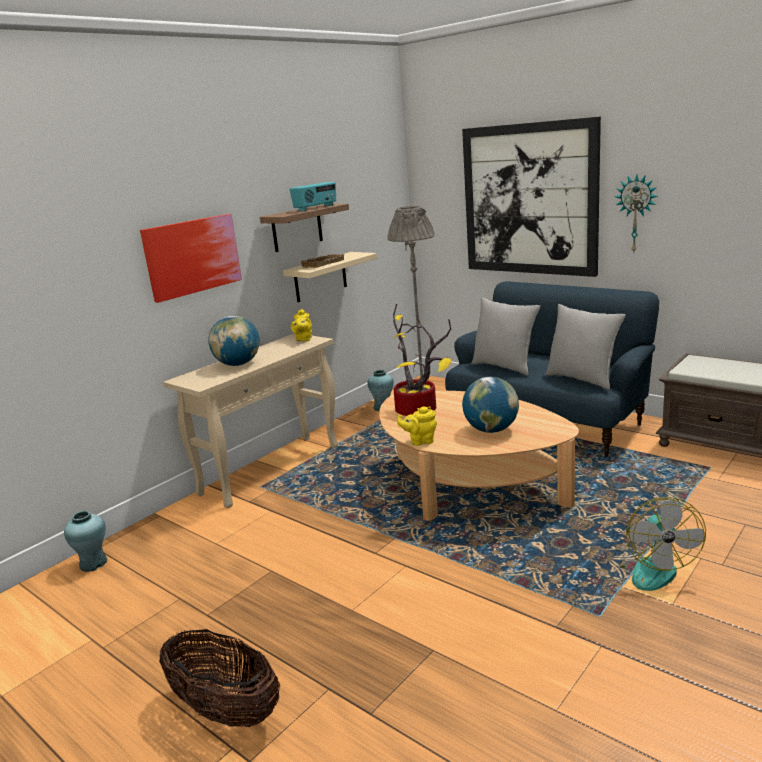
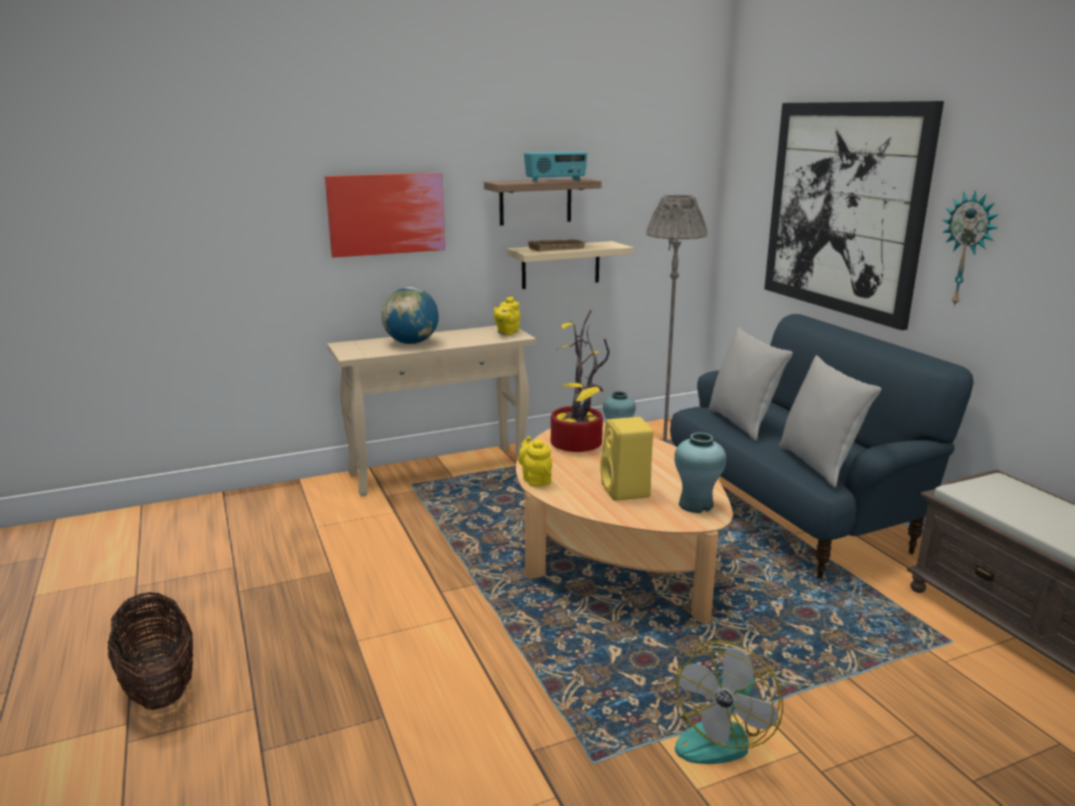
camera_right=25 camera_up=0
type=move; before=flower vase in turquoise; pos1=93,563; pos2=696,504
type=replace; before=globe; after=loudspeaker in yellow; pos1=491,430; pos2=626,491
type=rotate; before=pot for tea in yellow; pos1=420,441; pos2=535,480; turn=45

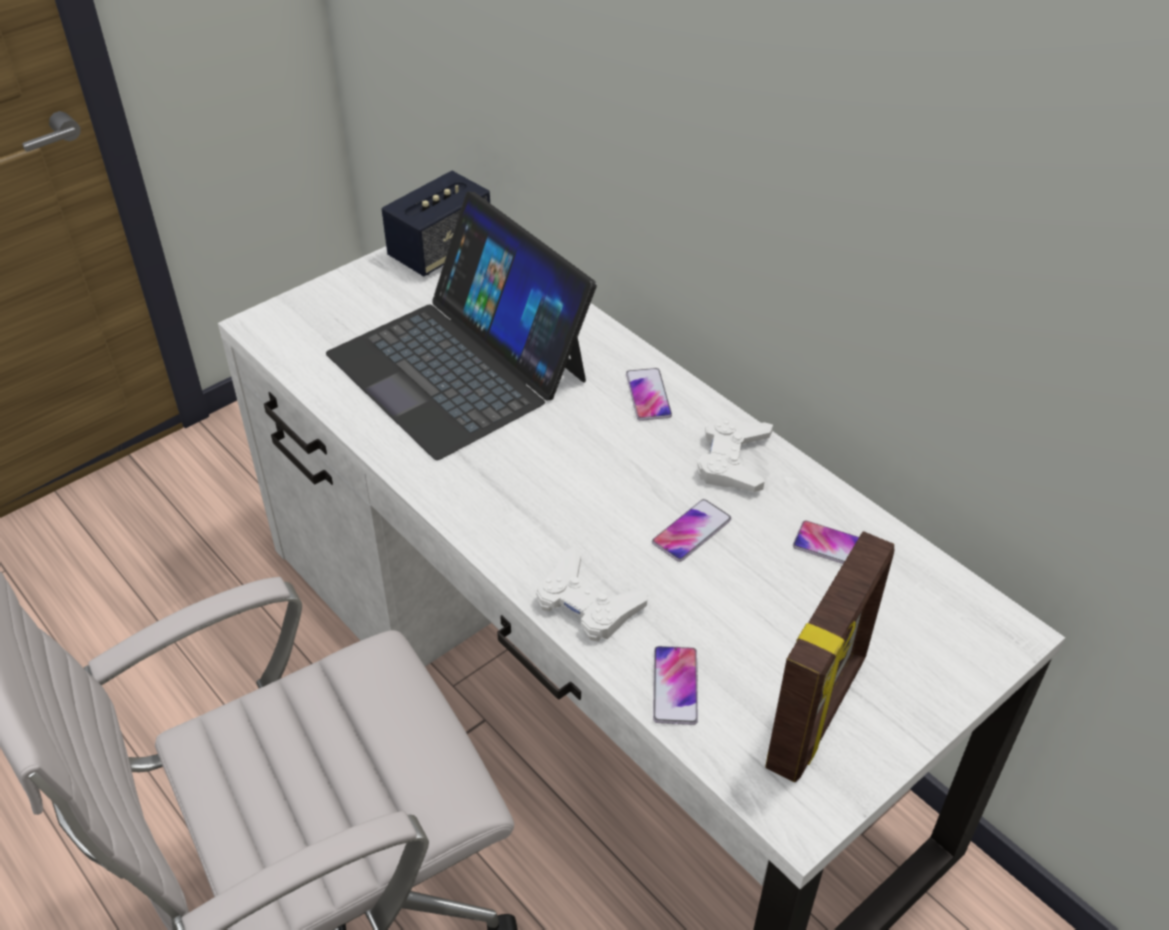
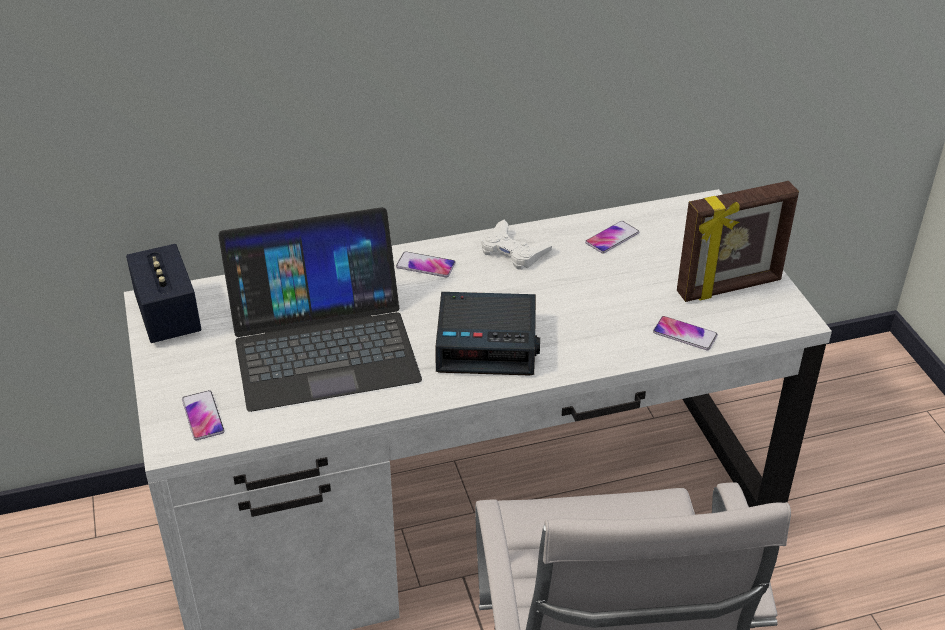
camera_right=-65 camera_up=-5
type=delete; before=game controller in whitish; pos1=587,603
type=insert; after=bedside clock; pos2=488,343
type=move; before=phone; pos1=691,531; pos2=203,416
type=rotate; before=picture frame; pos1=819,713; pos2=729,288; turn=105

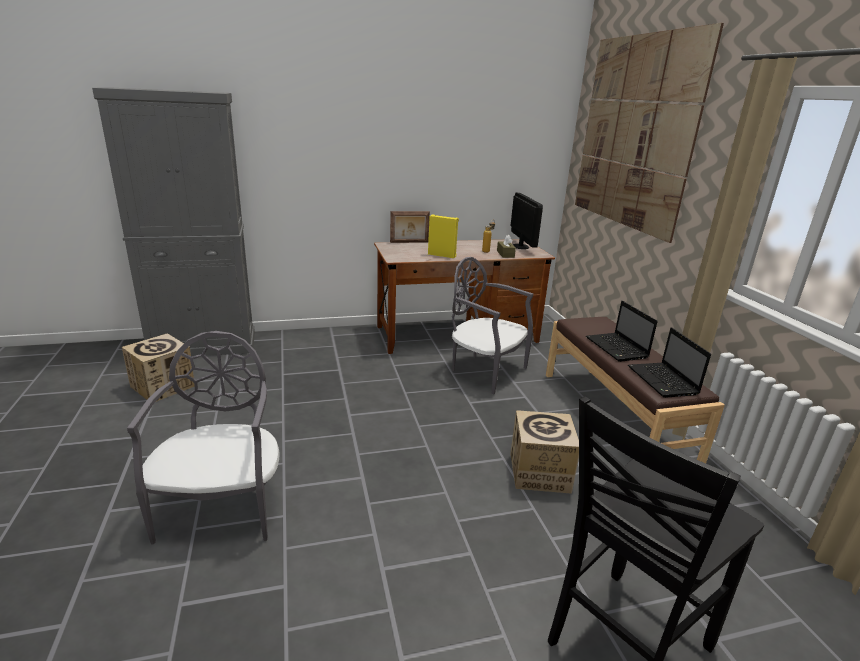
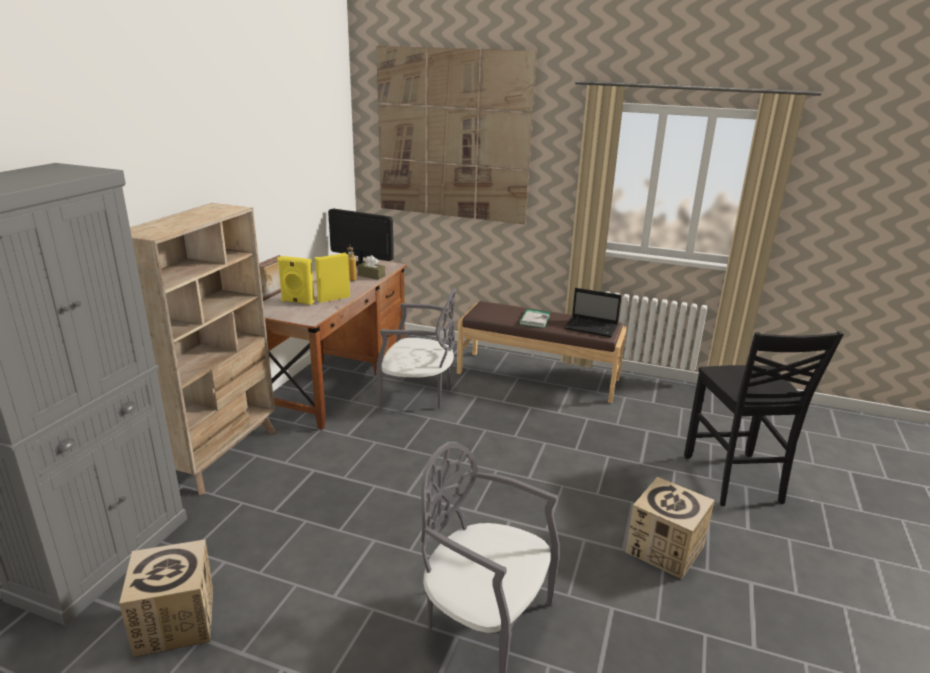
camera_right=-55 camera_up=0
type=insert; after=bookshelf in beige; pos2=223,455
type=insert; after=loudspeaker in yellow; pos2=297,302
type=move; before=cardboard box; pos1=539,472; pos2=664,549
type=replace; before=laptop; after=volume; pos1=617,348; pos2=534,320
type=rotate; before=upright chair in gray; pos1=485,371; pos2=418,395; turn=-150

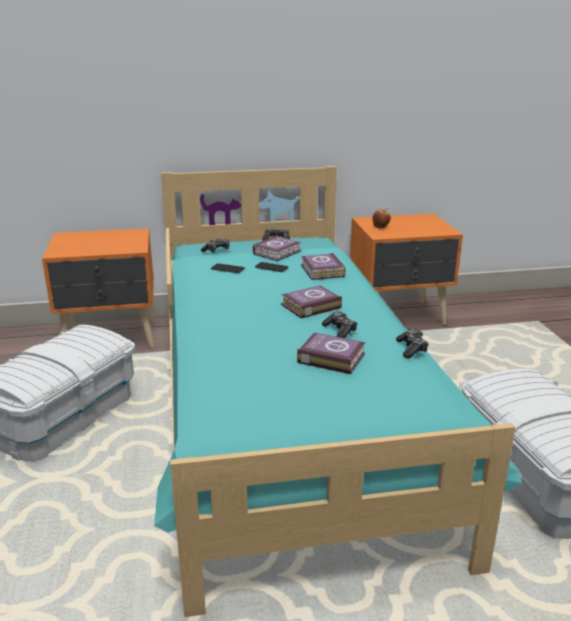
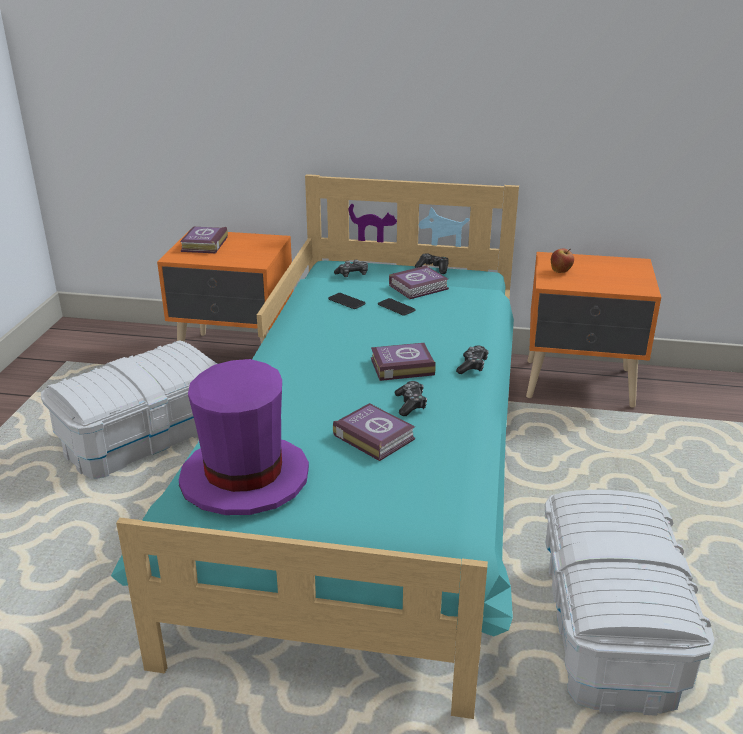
camera_right=20 camera_up=5
type=insert; after=hat in purple; pos2=244,478
type=move; before=volume; pos1=321,271; pos2=203,245
type=move; before=game controller; pos1=411,349; pos2=472,366

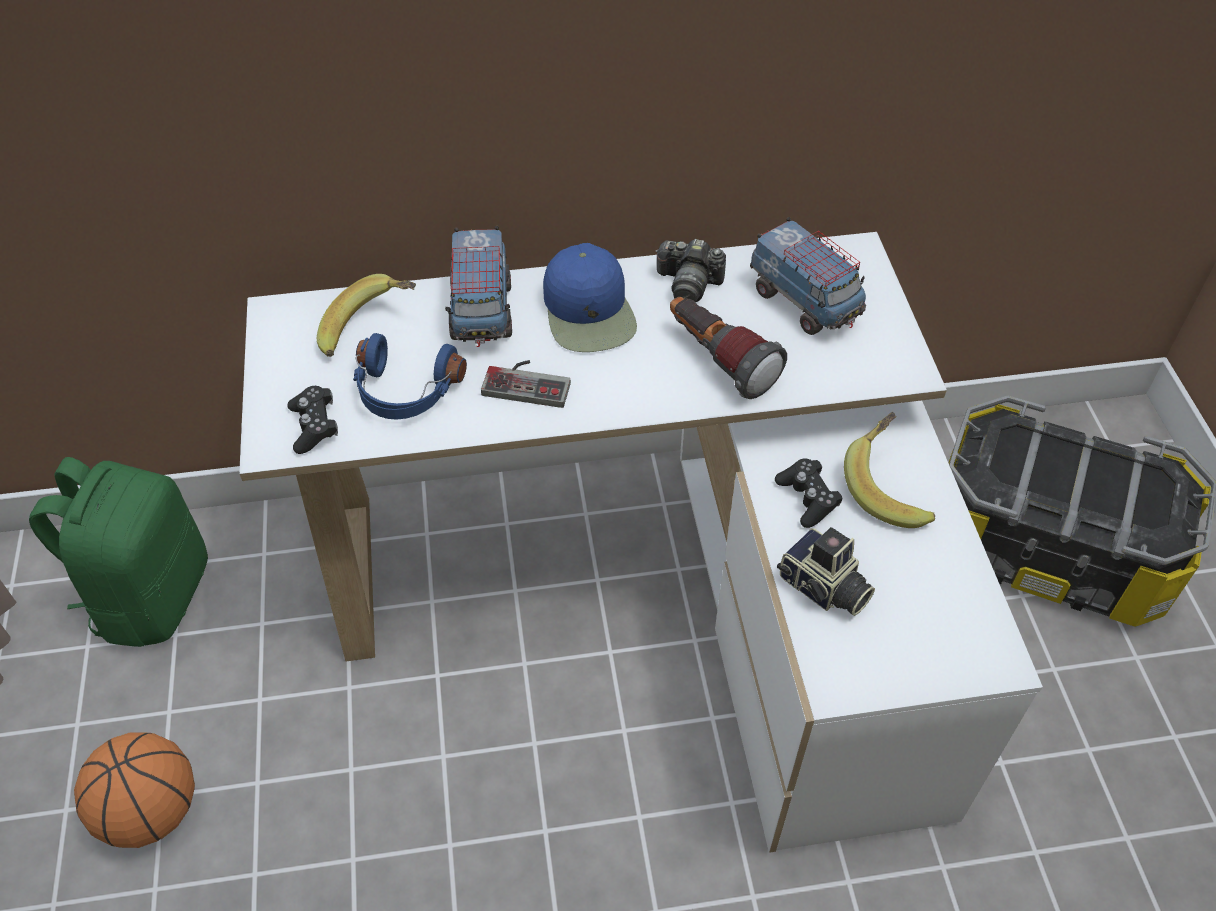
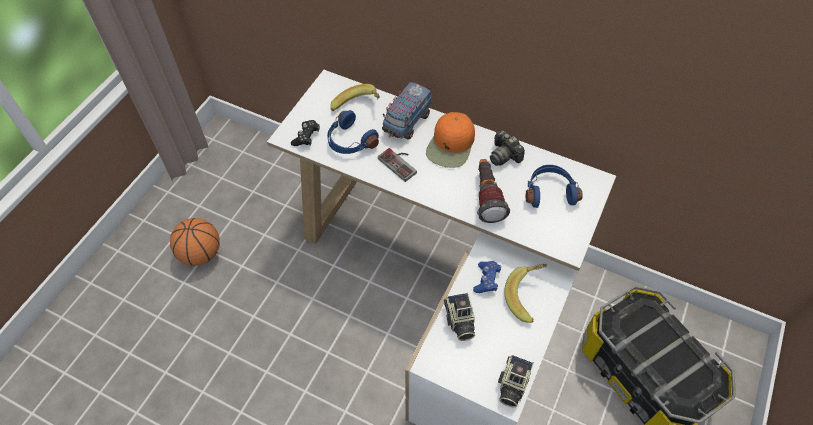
camera_right=35 camera_up=5
type=delete; before=rucksack in green-coloured; pos1=151,595
type=insert; after=photo camera; pos2=512,385
type=replace; before=toy lorry; after=headphones in bluish; pos1=804,302; pos2=549,191
type=recolor; before=peaked cap in bluish; after=peaked cap in orangey; pos1=589,311; pos2=451,145
type=recolor; before=game controller in black; after=game controller in bluish; pos1=807,498; pos2=486,280

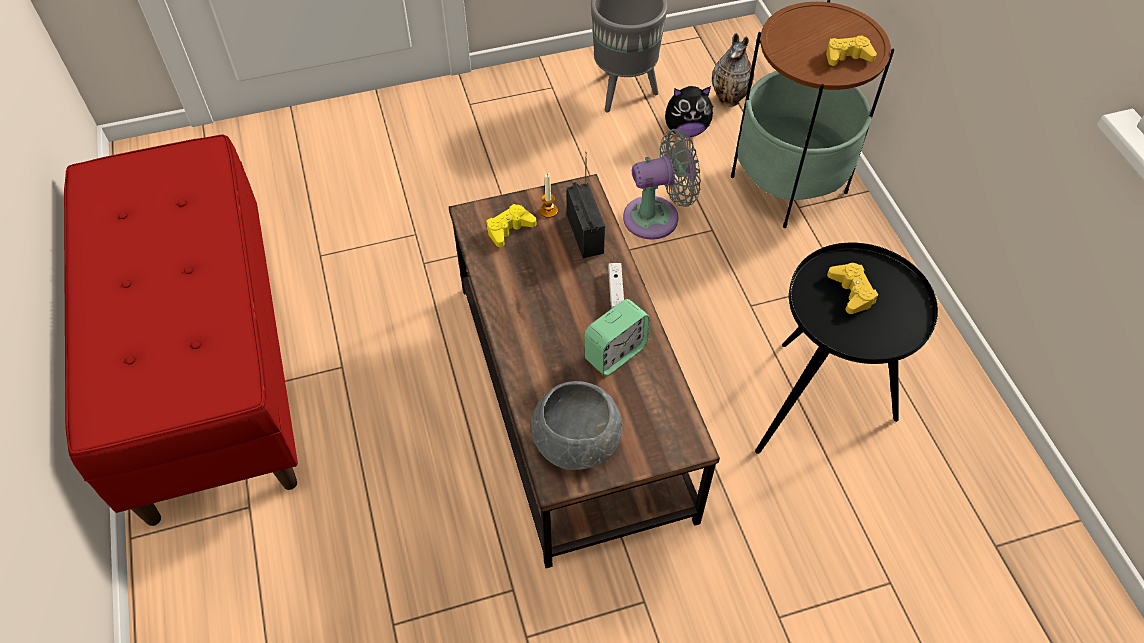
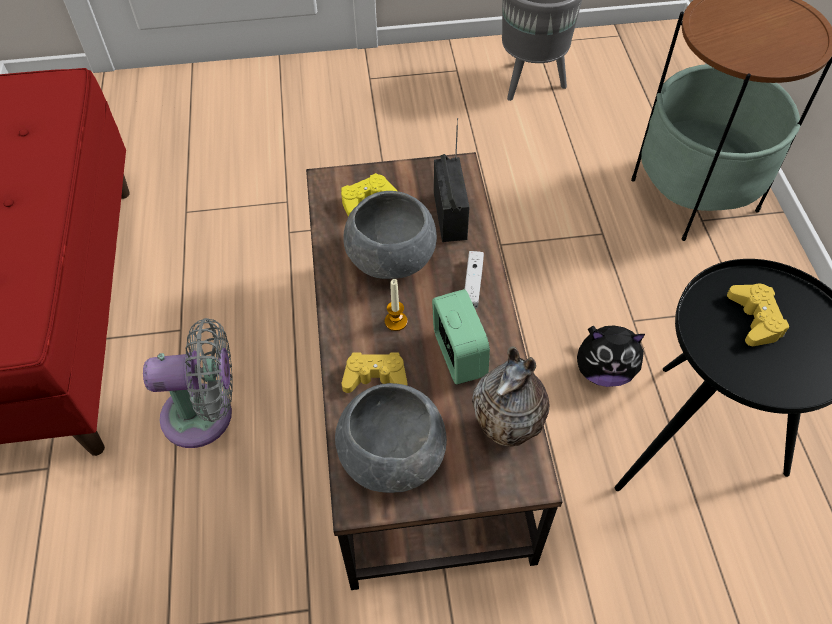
camera_right=10 camera_up=0
type=insert; after=bowl in gray; pos2=391,258
type=move; before=candle; pos1=548,211; pos2=396,321
type=move; before=fan in gray; pos1=657,217; pos2=205,415
type=move; before=plush toy; pos1=686,130; pos2=603,371
type=move; before=flower vase; pos1=730,100; pos2=508,431
type=move; before=game controller in yellow; pos1=847,56; pos2=375,377
type=rotate; before=bedside clock; pos1=615,353; pos2=459,355; turn=-75

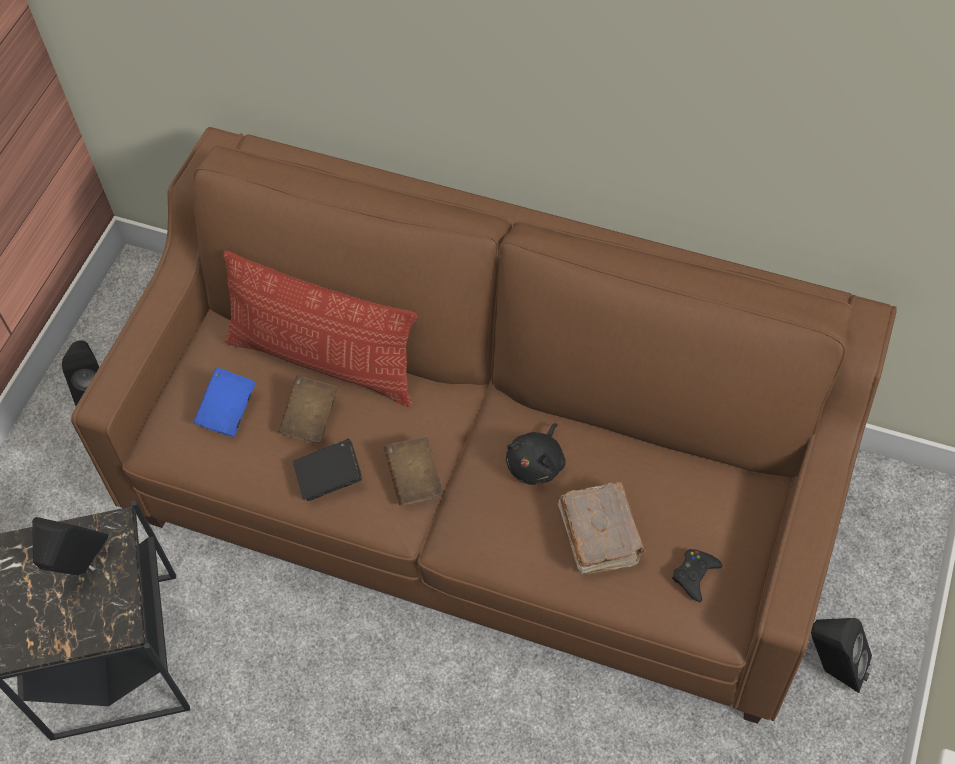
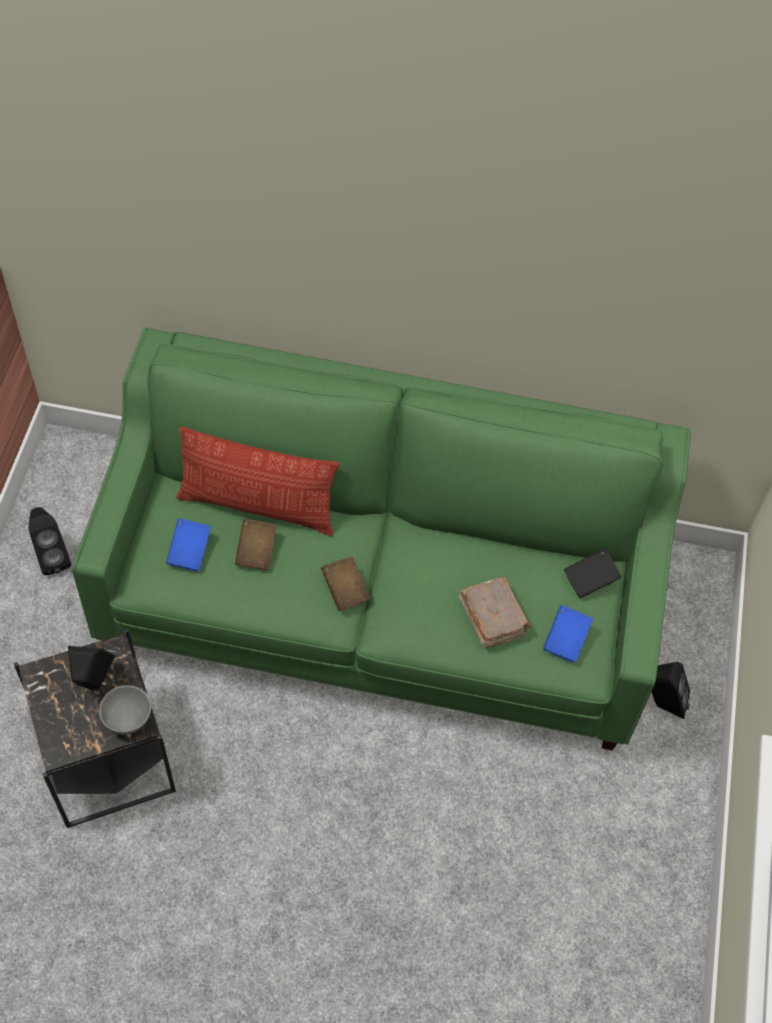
camera_right=-15 camera_up=0
type=delete; before=plush toy in black; pos1=537,464
type=insert; after=bowl in gray; pos2=129,719
type=move; before=volume in black; pos1=329,478; pos2=590,580
type=replace; before=game controller in black; after=volume in bluish; pos1=695,575; pos2=566,640
type=recolor; before=sofa in brown; after=sofa in green-coloured; pos1=484,493; pos2=379,599

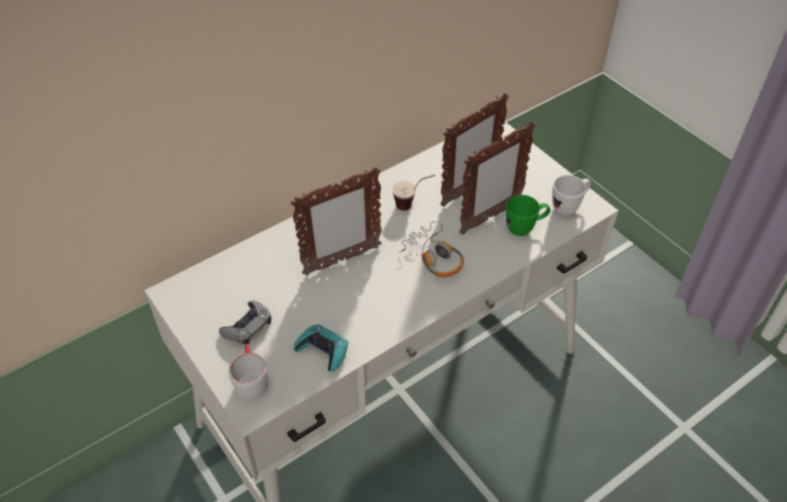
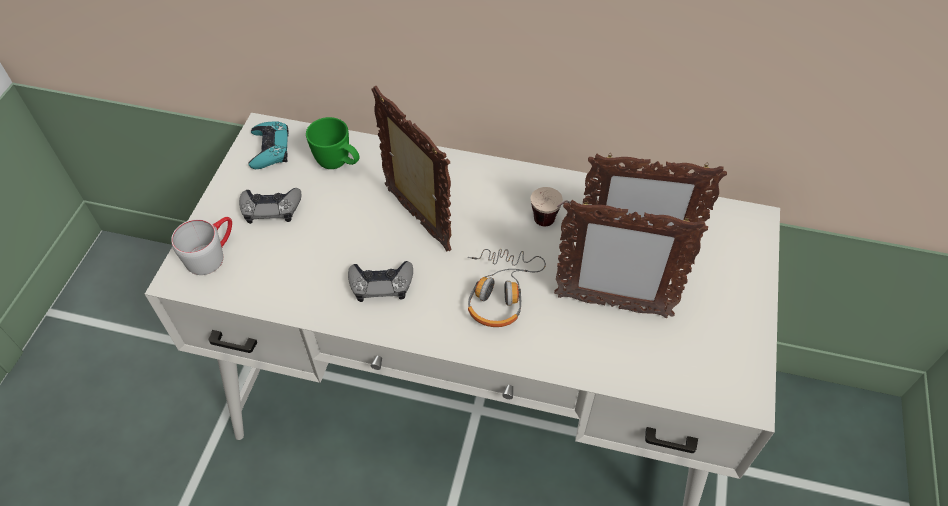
camera_right=50 camera_up=5
type=delete; before=coffee mug in whitish; pos1=569,206
type=insert; after=game controller in gray; pos2=381,284
type=move; before=game controller in turquoise; pos1=323,350; pos2=270,149
type=move; before=coffee mug in green-coloured; pos1=525,228; pos2=339,164
type=rotate; before=picture frame; pos1=341,260; pos2=417,220; turn=-150

